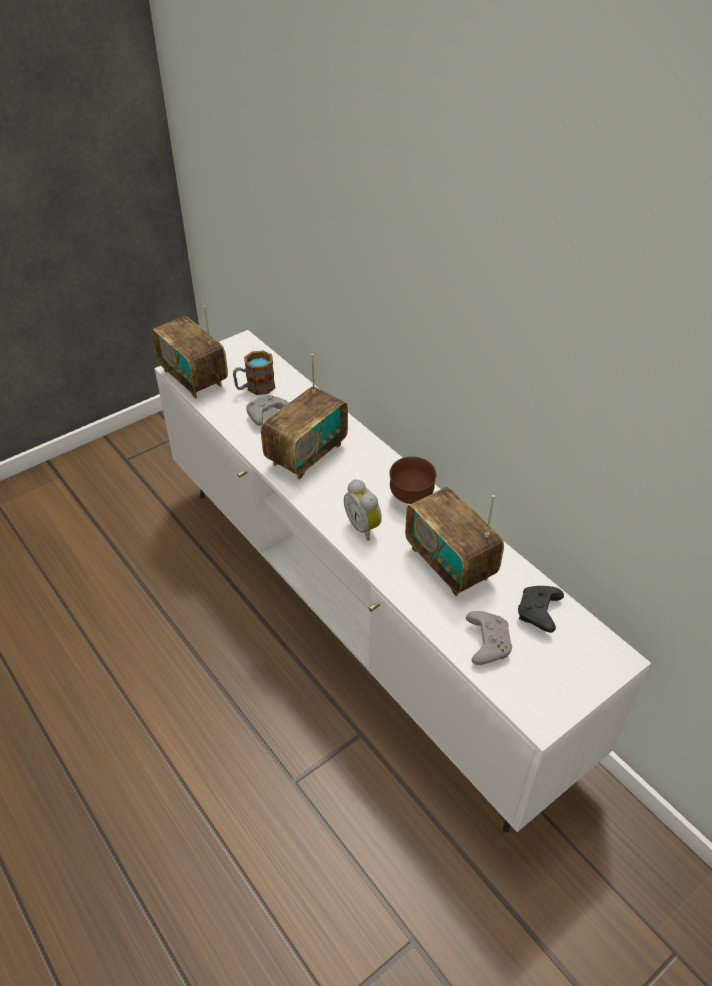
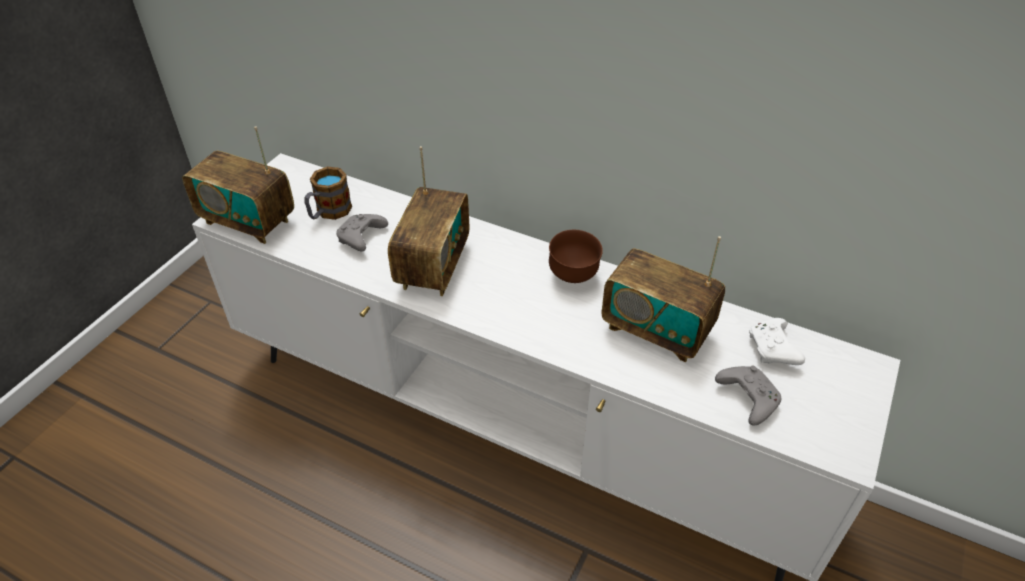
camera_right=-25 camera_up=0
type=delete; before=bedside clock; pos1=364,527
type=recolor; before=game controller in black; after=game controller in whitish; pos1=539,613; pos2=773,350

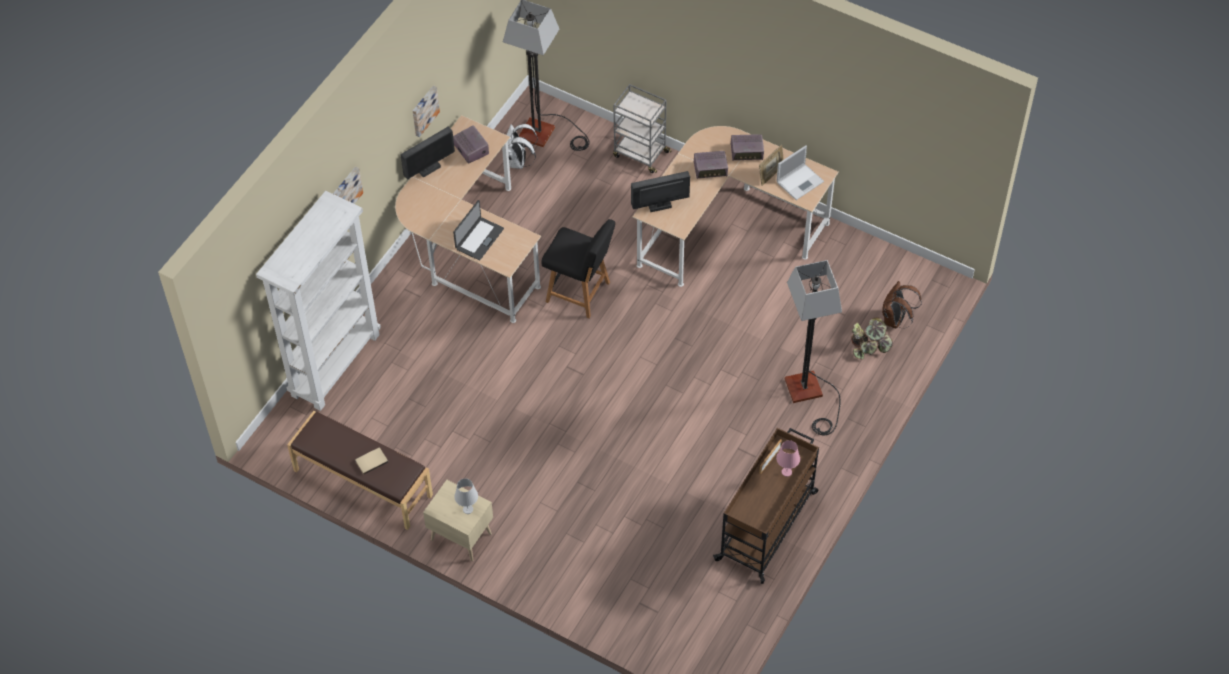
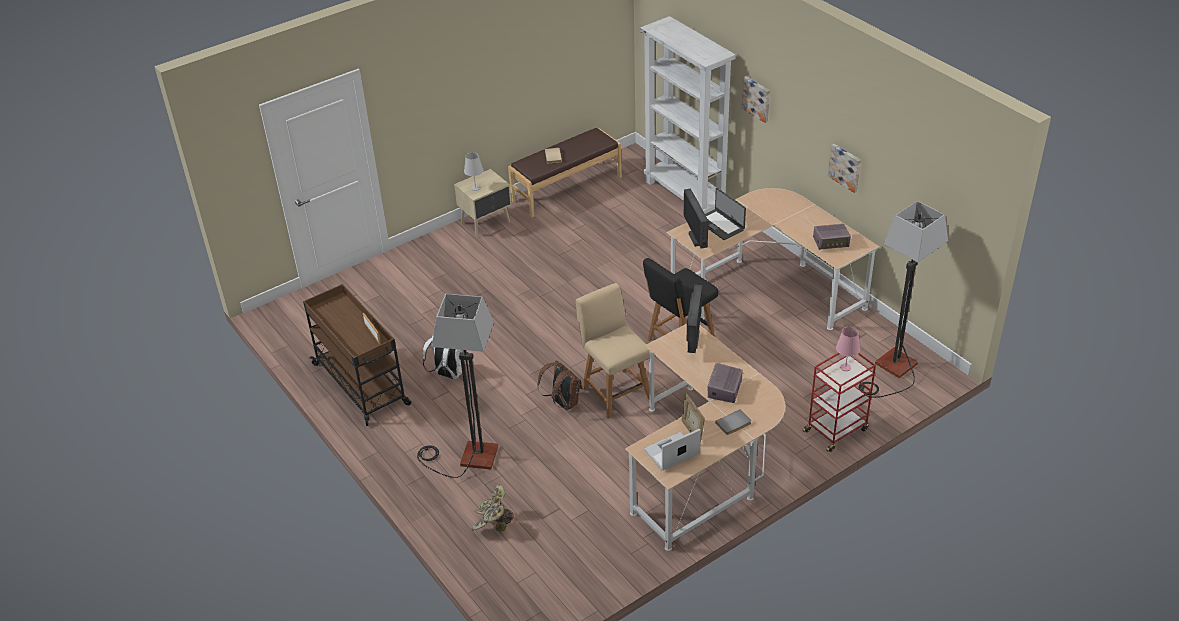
camera_right=115 camera_up=-15
type=insert; after=upright chair in beige; pos2=615,392
type=move; before=monitor; pos1=429,169; pos2=696,239
type=move; before=rucksack in whitish; pos1=519,162; pos2=447,374
type=move; before=table lamp in pink; pos1=786,472; pos2=845,367
type=move; before=rucksack in brown; pos1=895,320; pos2=563,403
type=replace; before=radio set; after=volume in gray; pos1=747,152; pos2=734,424
type=recolor; before=trolley in gray; after=trolley in red; pos1=640,154; pos2=836,430
type=rotate; before=laptop; pos1=800,181; pos2=671,452; turn=75

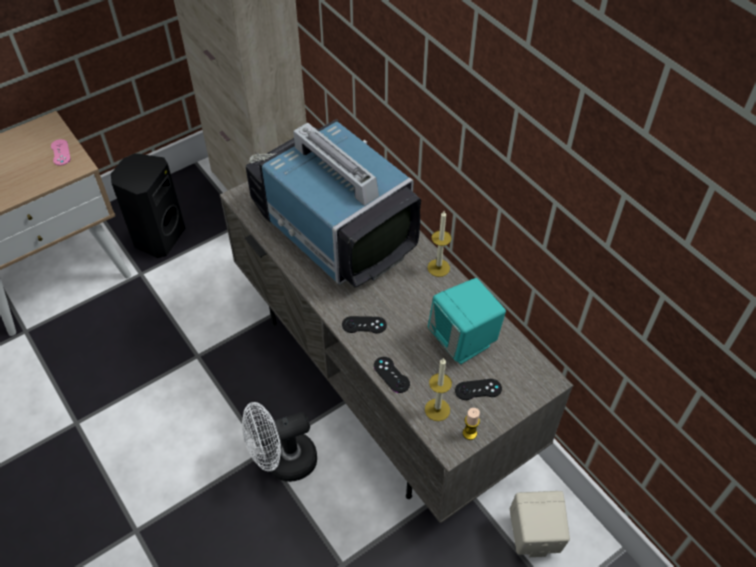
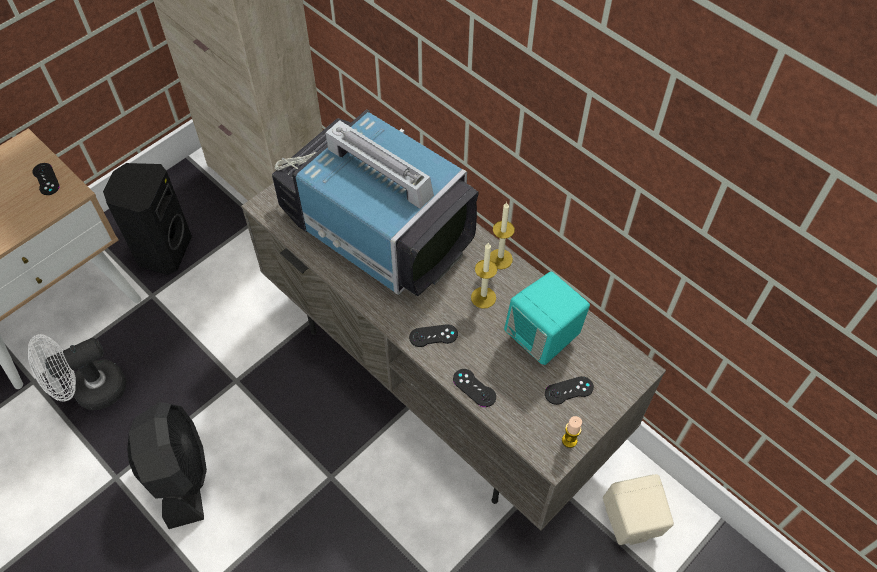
camera_right=-10 camera_up=5
type=insert; after=fan in black; pos2=180,474
type=move; before=fan in whitish; pos1=283,462; pos2=91,392
type=move; before=candle; pos1=437,409; pos2=483,297
type=recolor; before=game controller in pink; after=game controller in black; pos1=60,152; pos2=46,179

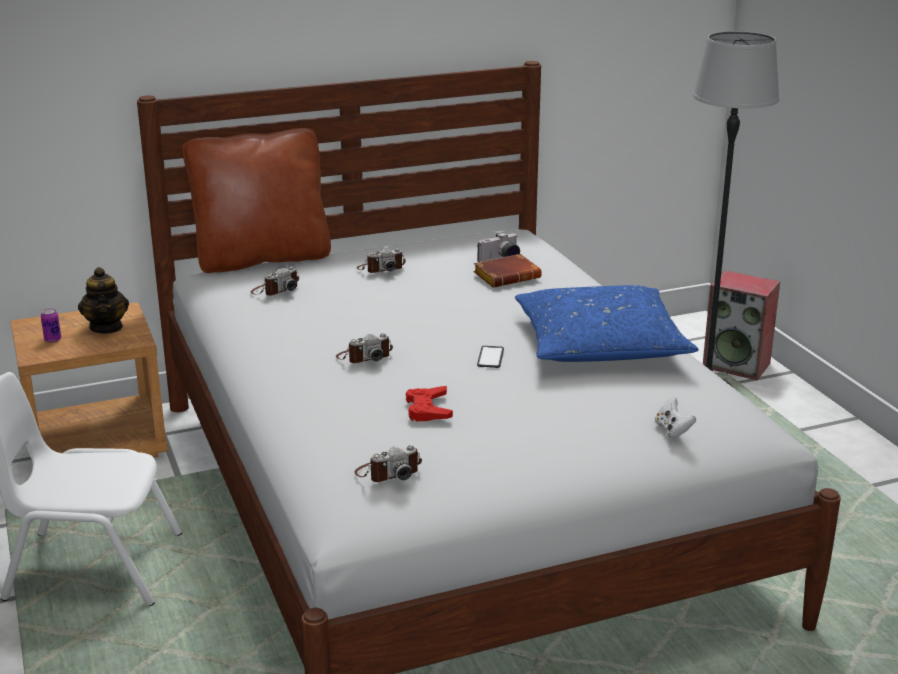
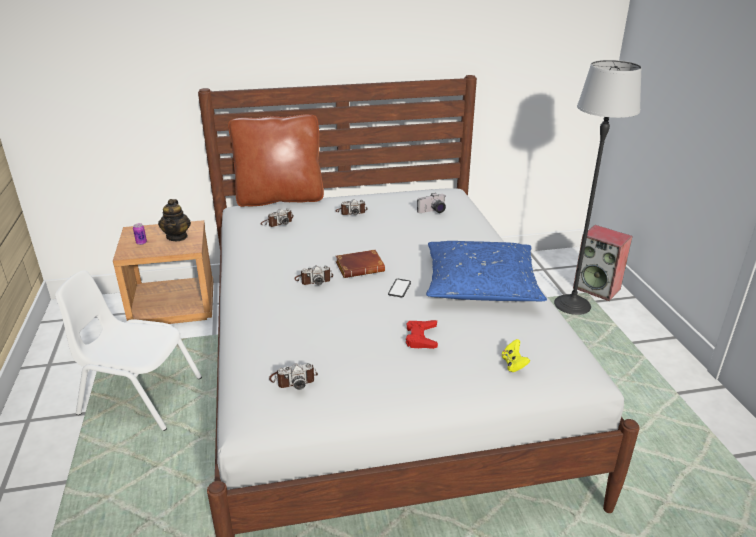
camera_right=10 camera_up=5
type=move; before=game controller in red; pos1=428,409; pos2=421,337
type=move; before=volume in brown; pos1=507,276; pos2=360,267
type=recolor; before=game controller in whitish; after=game controller in yellow; pos1=672,430; pos2=513,364

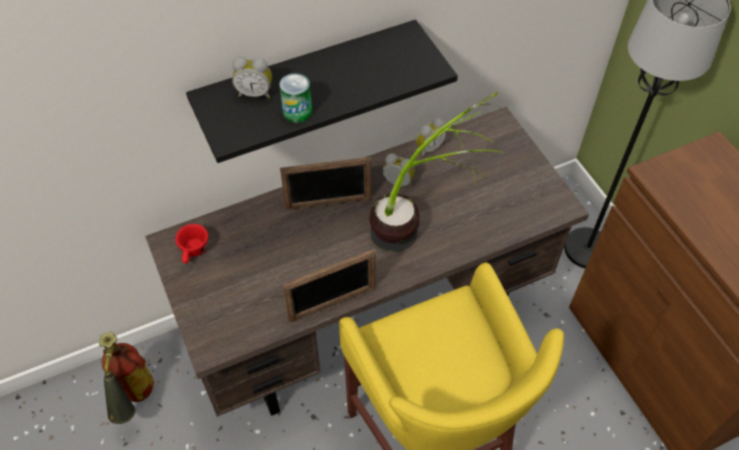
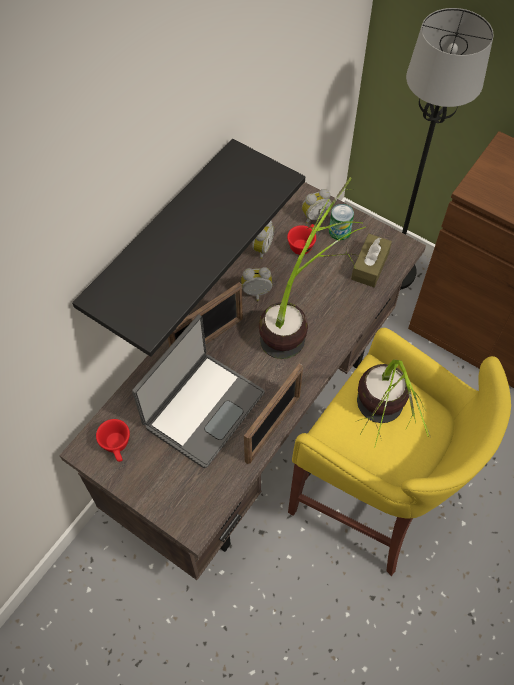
camera_right=-30 camera_up=5
type=delete; before=fire extinguisher; pos1=136,402
type=insert; after=laptop; pos2=202,408
type=insert; after=cup in red; pos2=302,244
type=insert; after=tissue holder in brown; pos2=370,266
type=insert; after=plant in a pot; pos2=379,428
type=move; before=bedside clock; pos1=255,93; pos2=314,216
type=move; before=can; pos1=297,112; pos2=339,231

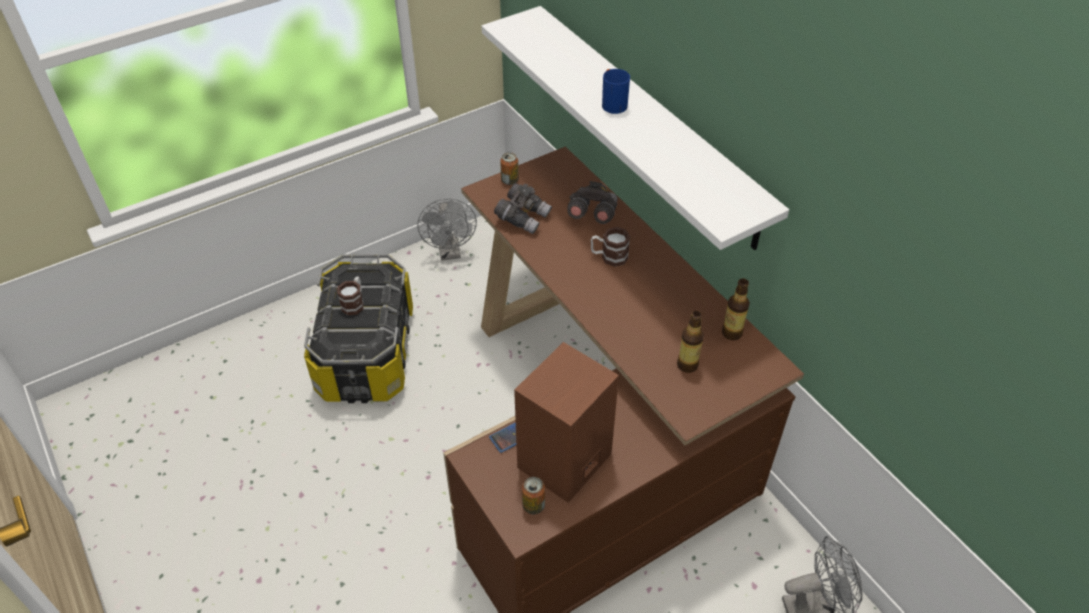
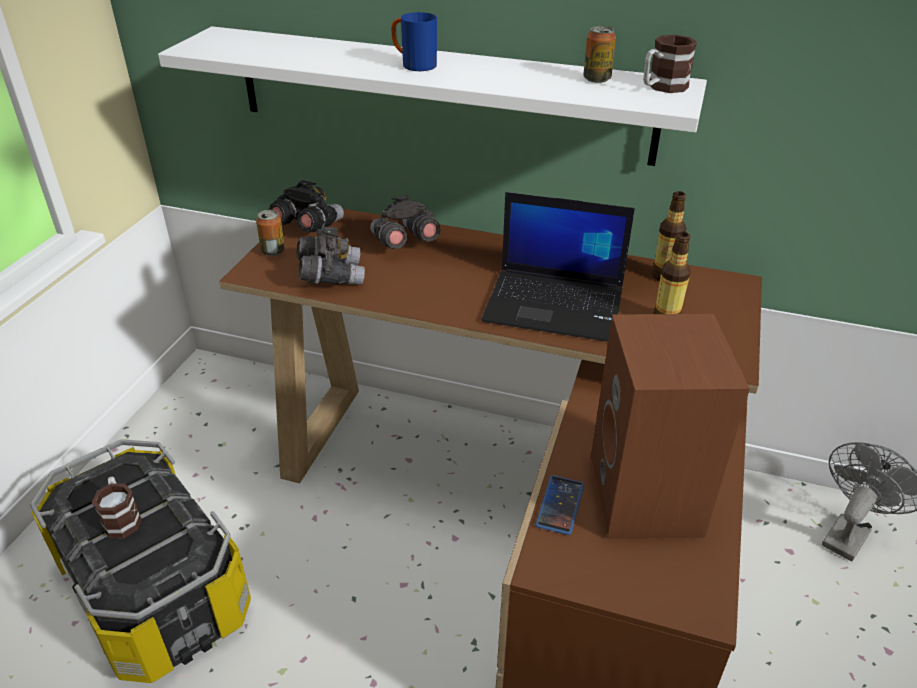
camera_right=-40 camera_up=-10
type=delete; before=fan in gray; pos1=450,252
type=insert; after=field glasses in black; pos2=307,227
type=insert; after=laptop; pos2=556,305
type=move; before=can; pos1=533,505; pos2=596,79
type=move; before=coffee mug; pos1=609,257; pos2=662,87

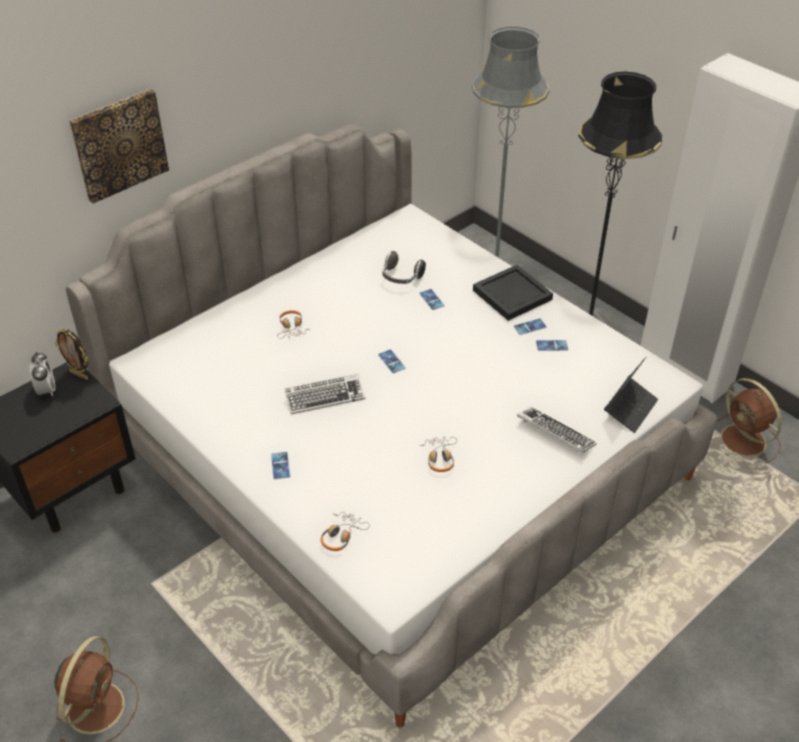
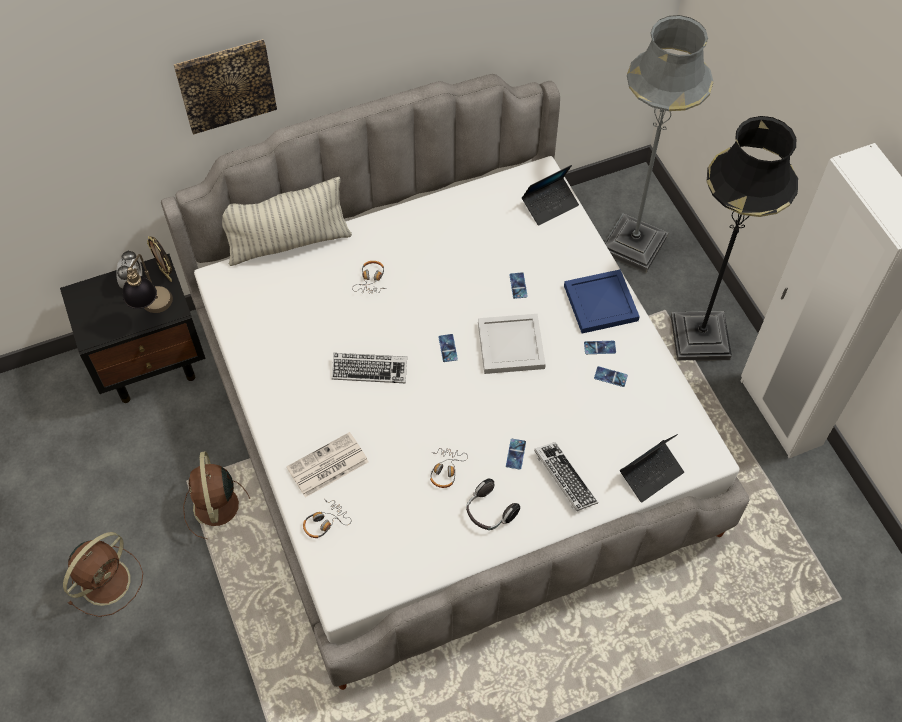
camera_right=20 camera_up=15
type=insert; after=table lamp; pos2=153,311
type=insert; after=cushion; pos2=289,243
type=insert; after=printed paper; pos2=327,466
type=insert; after=serving tray in whitish; pos2=509,345
type=insert; after=laptop; pos2=550,205
type=move; before=phone; pos1=280,465; pos2=515,454
type=move; before=headphones; pos1=401,278; pos2=489,512
type=move; before=fan in brown; pos1=744,442; pos2=217,508
type=recolor; before=serving tray in black; after=serving tray in bluish; pos1=513,295; pos2=602,304

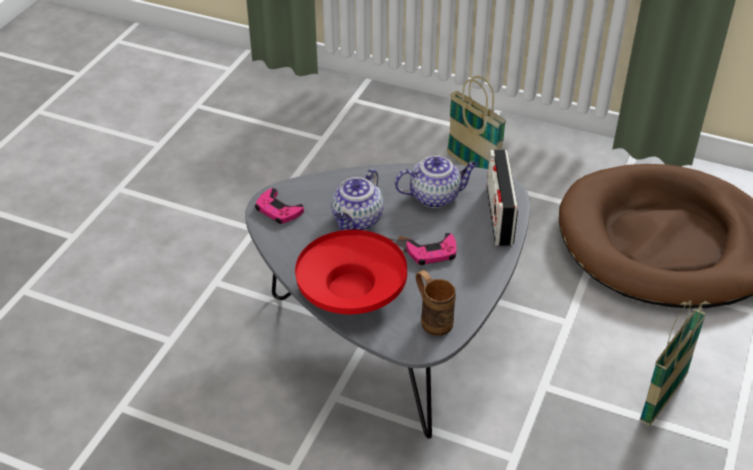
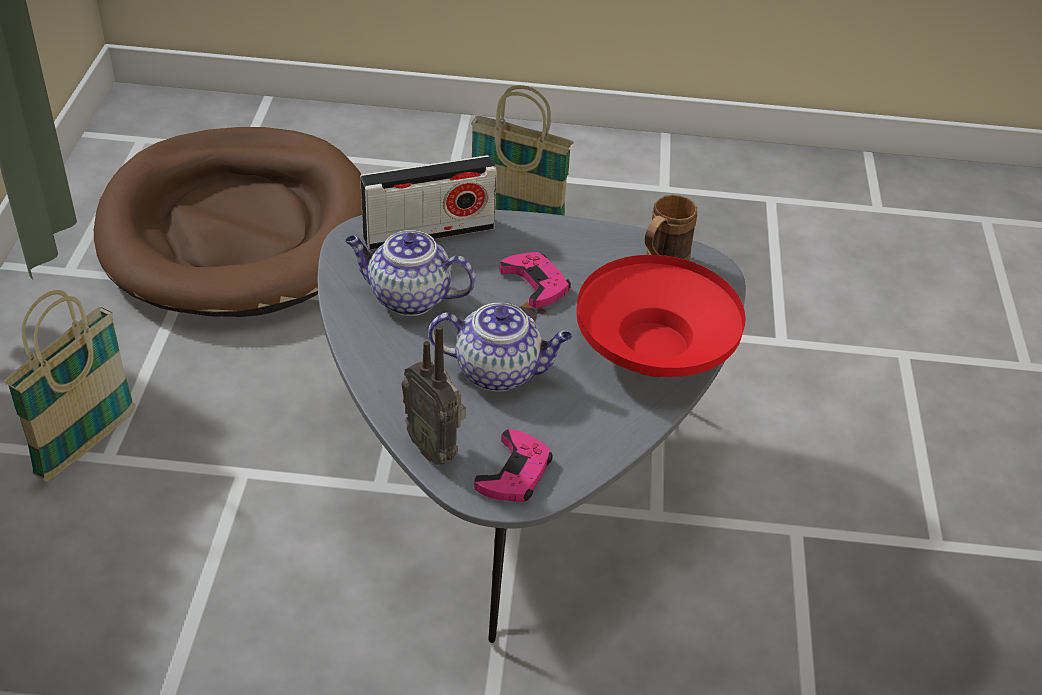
camera_right=-110 camera_up=0
type=insert; after=radio set; pos2=435,448
type=rotate; before=pot for tea; pos1=435,196; pos2=408,298; turn=-45

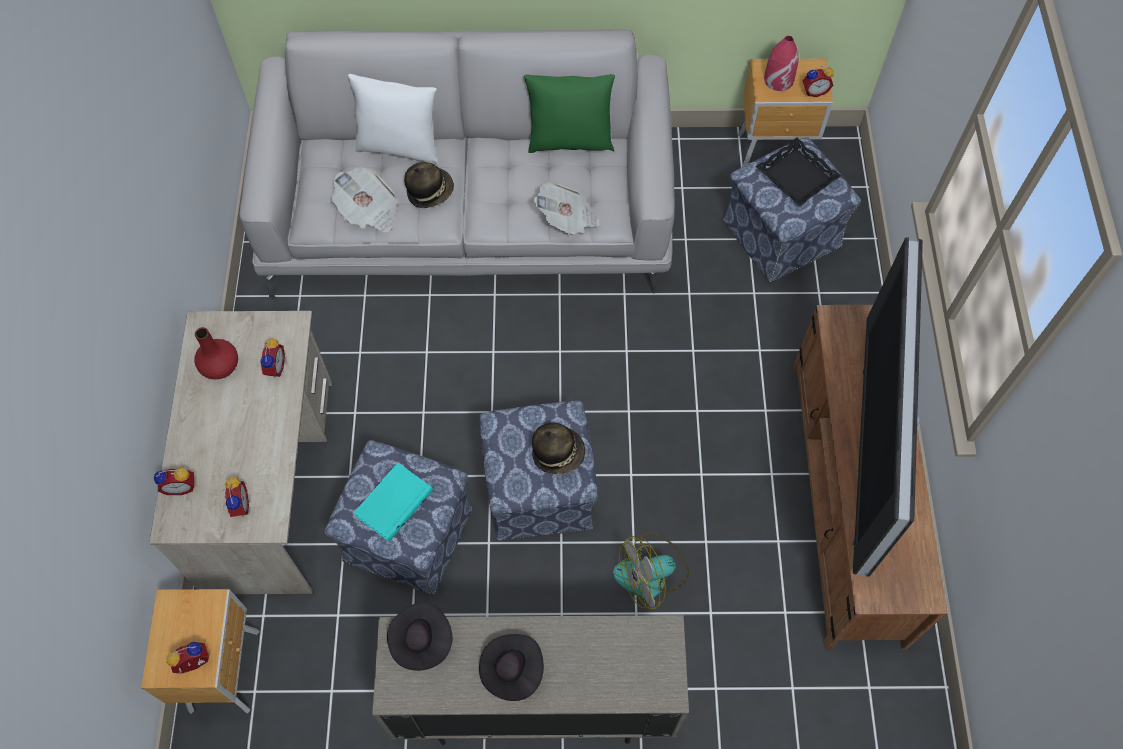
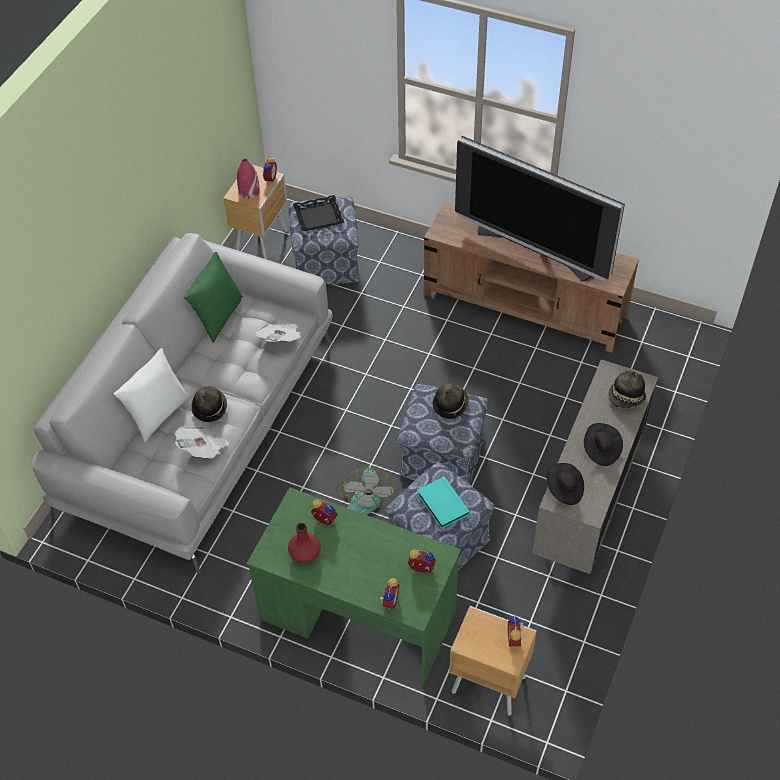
camera_right=-65 camera_up=-10
type=insert; after=hat; pos2=626,398
type=move; before=fan; pos1=651,574; pos2=364,496
type=recolor; before=desk table in beige; after=desk table in green-coloured; pos1=271,484; pos2=358,616

